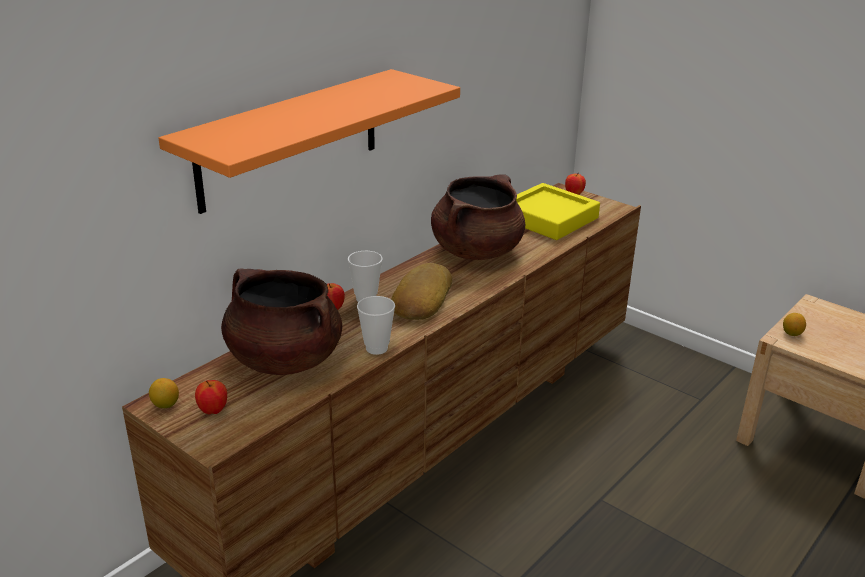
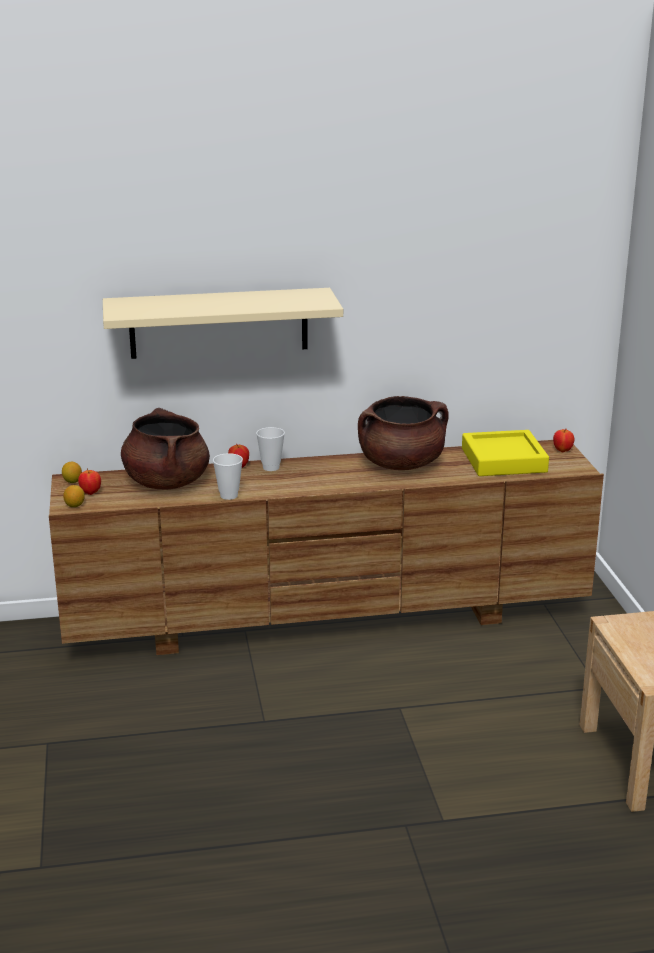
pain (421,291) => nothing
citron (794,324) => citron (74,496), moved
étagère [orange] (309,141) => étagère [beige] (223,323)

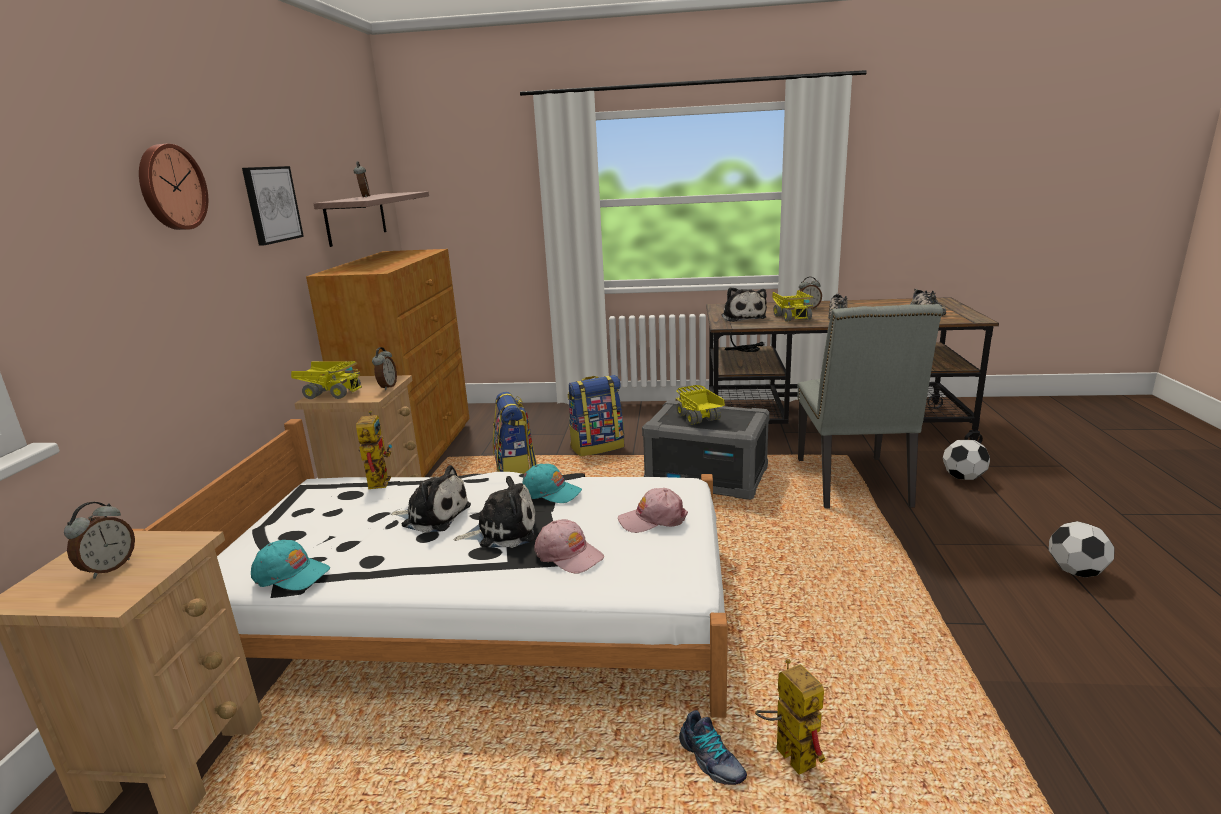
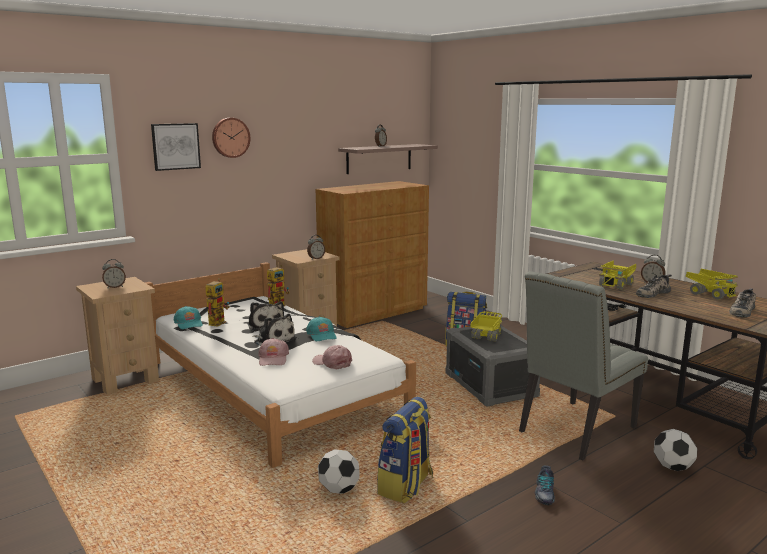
peluche (744,304) => nothing
tableau (273,206) => tableau (176,147), moved
camion jouet (327,379) => camion jouet (711,284), moved
sac à dos (515,433) => sac à dos (405,450), moved
chaussure (713,747) => chaussure (545,485), moved
robot jouet (790,717) => robot jouet (217,303), moved
ballon de foot (1082,549) => ballon de foot (339,471), moved

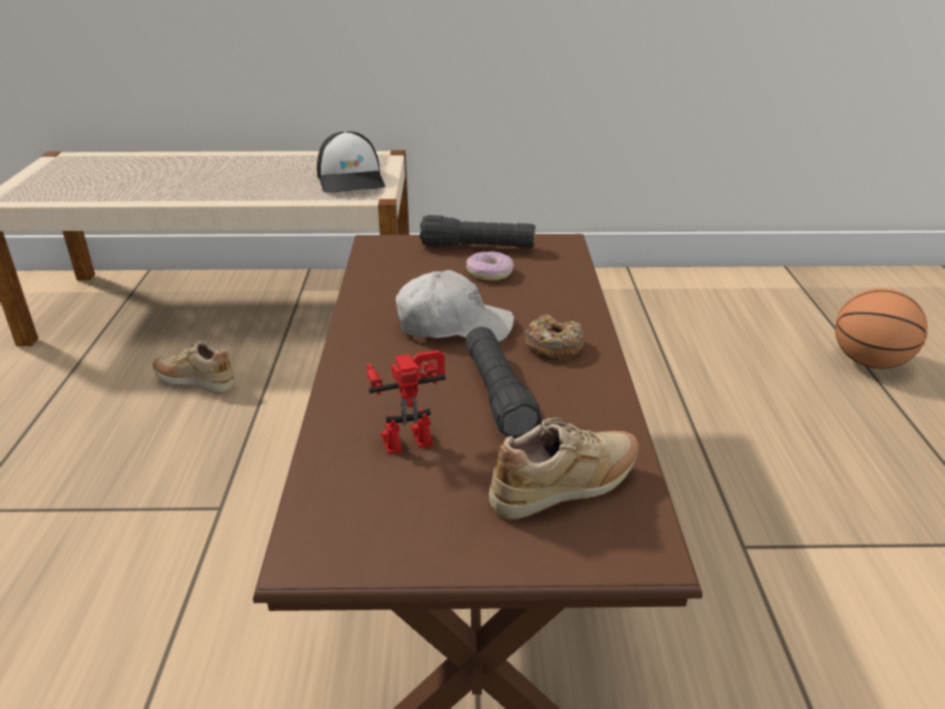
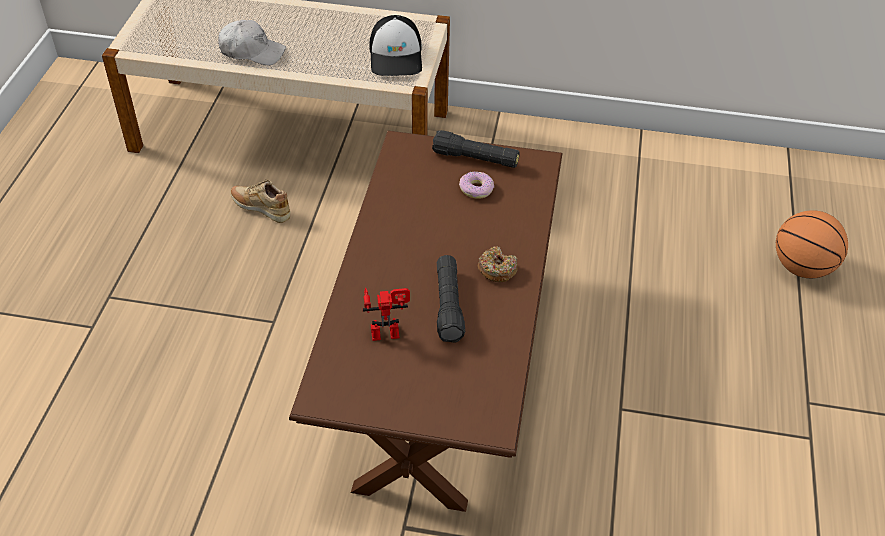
chaussure [beige] (564,469) => nothing
casquette [blanc] (455,306) => casquette [blanc] (252,42), moved

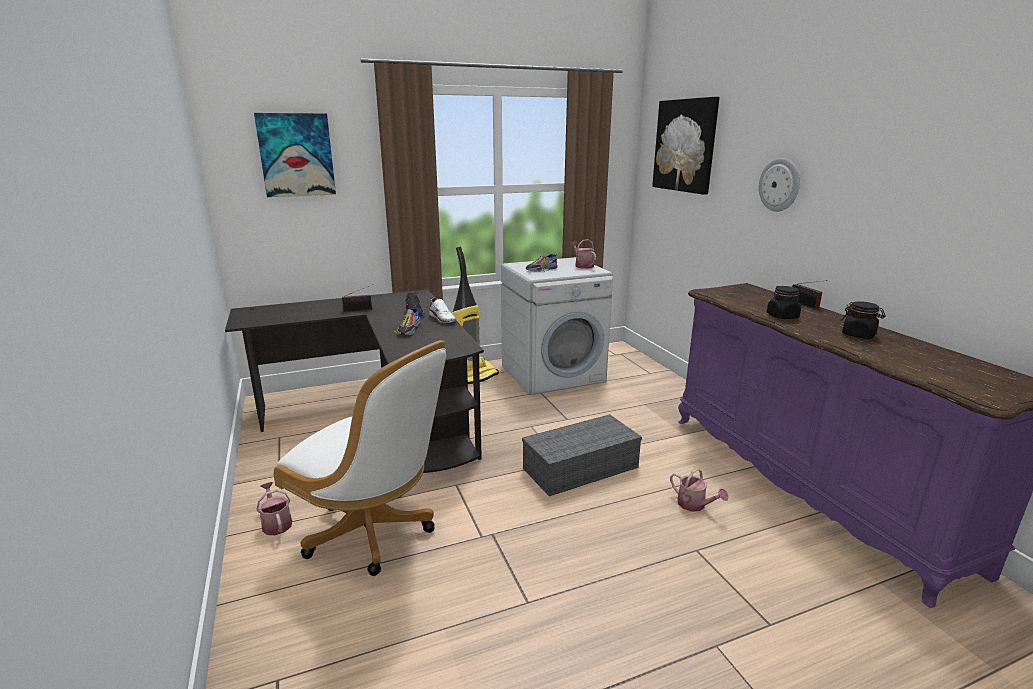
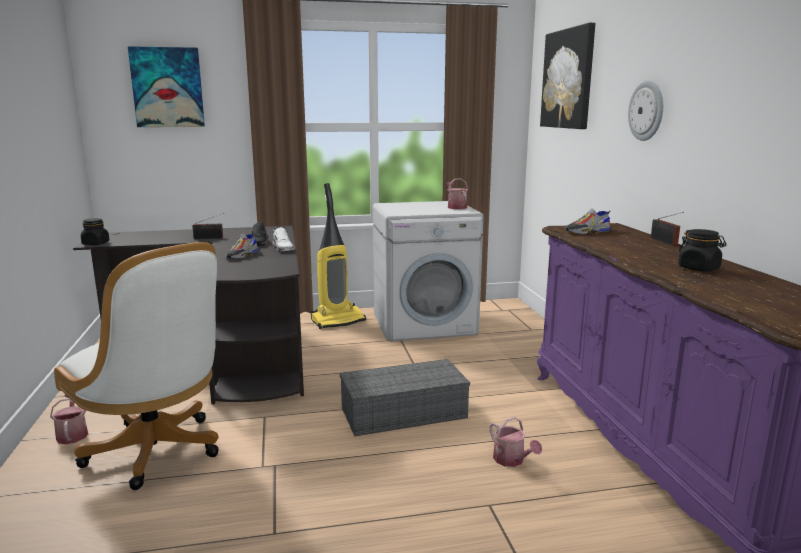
chaussure (542,262) => chaussure (588,222), moved
bocal [noir] (784,302) => bocal [noir] (95,231), moved

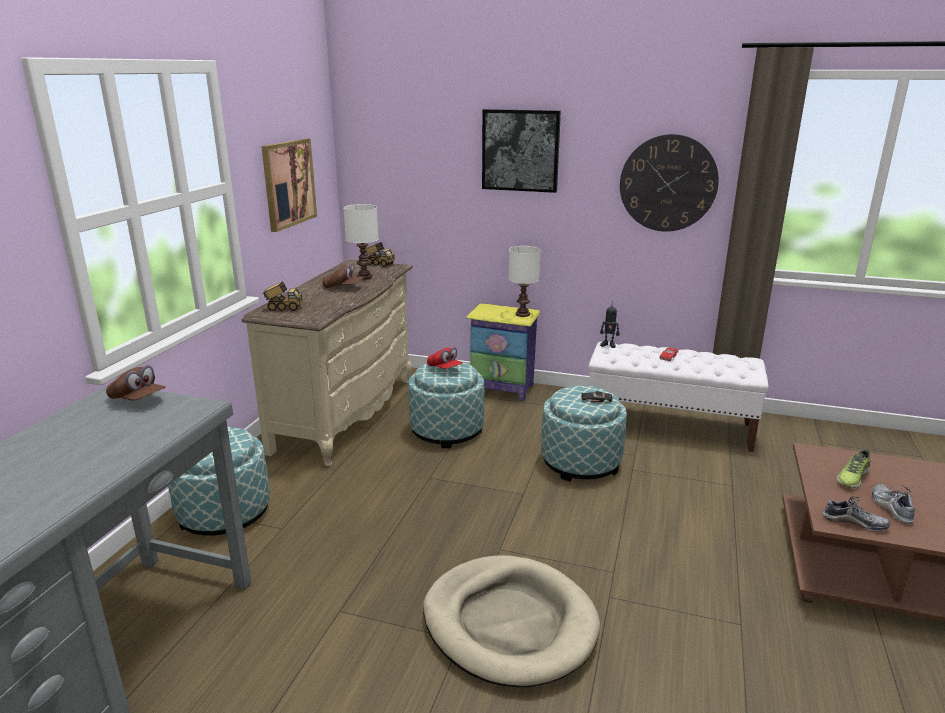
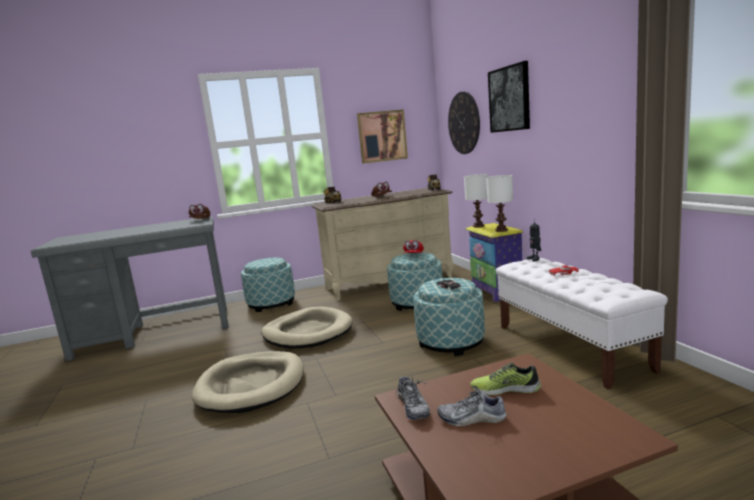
nothing => panier pour chien [beige] (307,327)
lampe de table [blanc] (361,242) => lampe de table [blanc] (476,200), moved
horloge murale (669,183) => horloge murale (464,122), moved
chaussure (893,504) => chaussure (471,406), 135 degrees counterclockwise

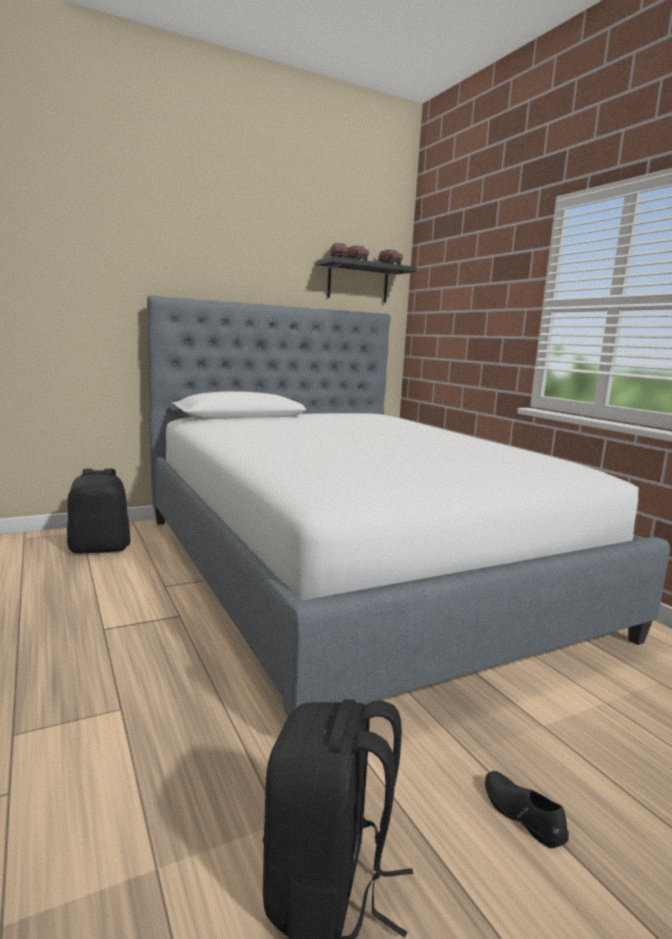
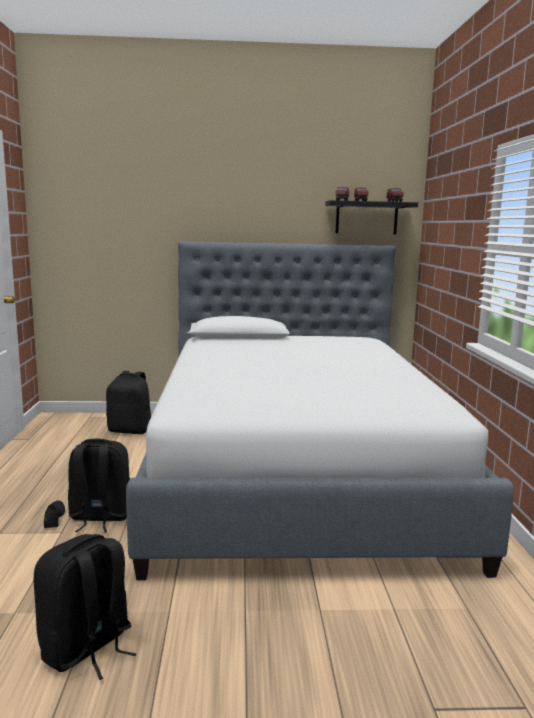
nothing => sac à dos [noir] (99,486)
chaussure [noir] (526,809) => chaussure [noir] (54,514), moved

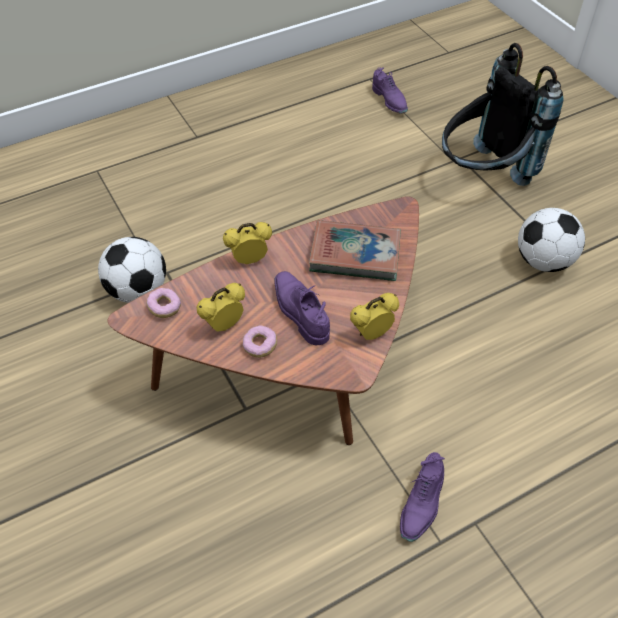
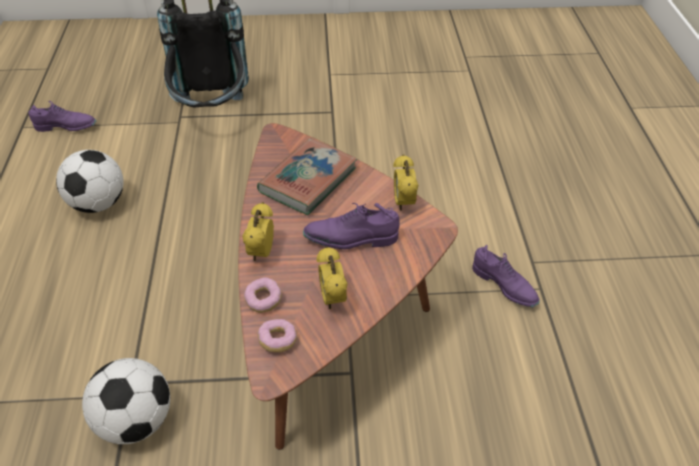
beignet (260,342) => beignet (263,295), moved
ballon de foot (551,240) => ballon de foot (90,181), moved

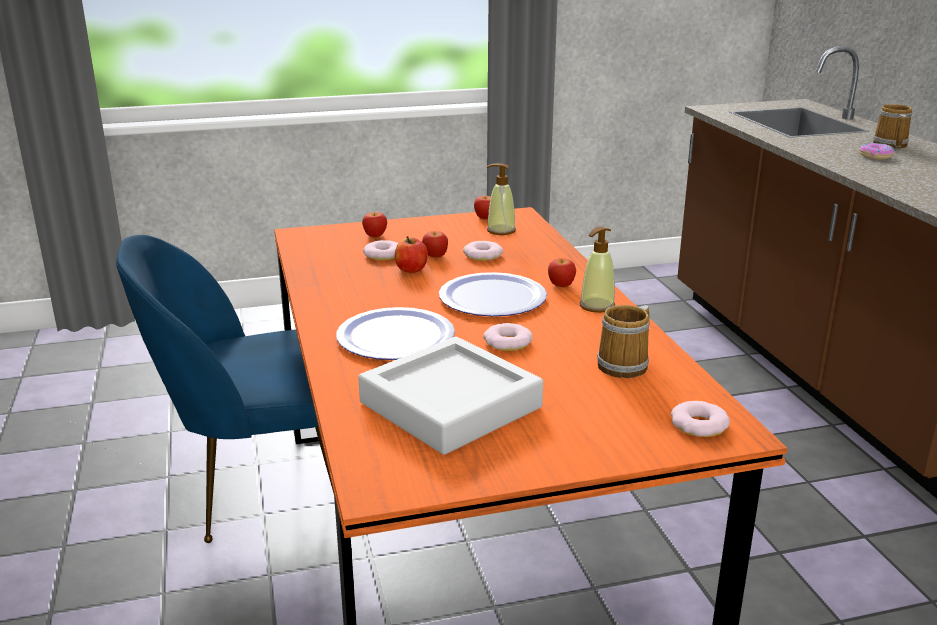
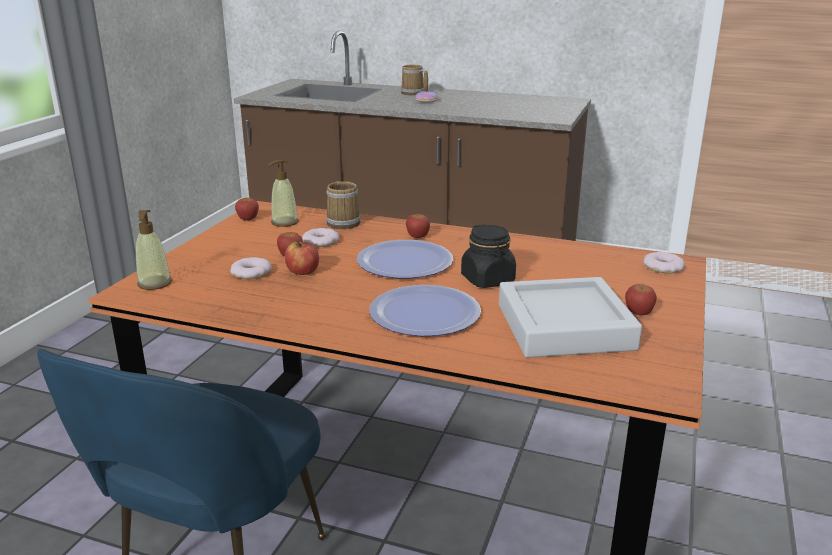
pomme (374,224) => pomme (641,299), moved
distributeur de savon (597,269) => distributeur de savon (154,250), moved
mug (623,341) => mug (343,205), moved
beignet (508,337) => bocal [noir] (488,256)

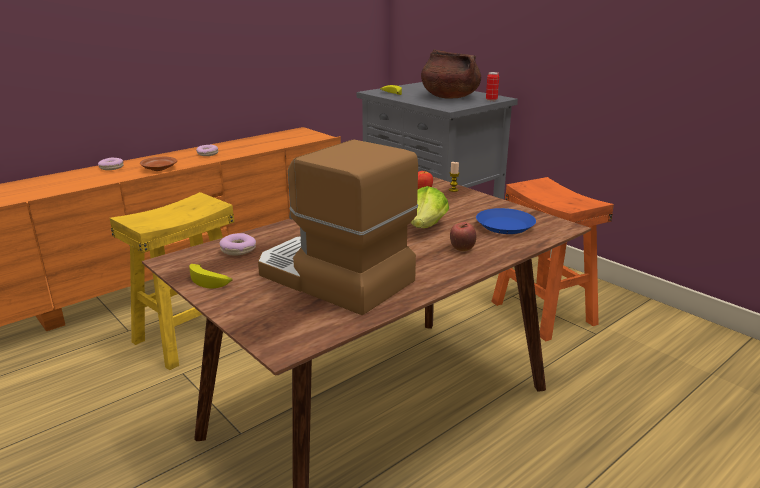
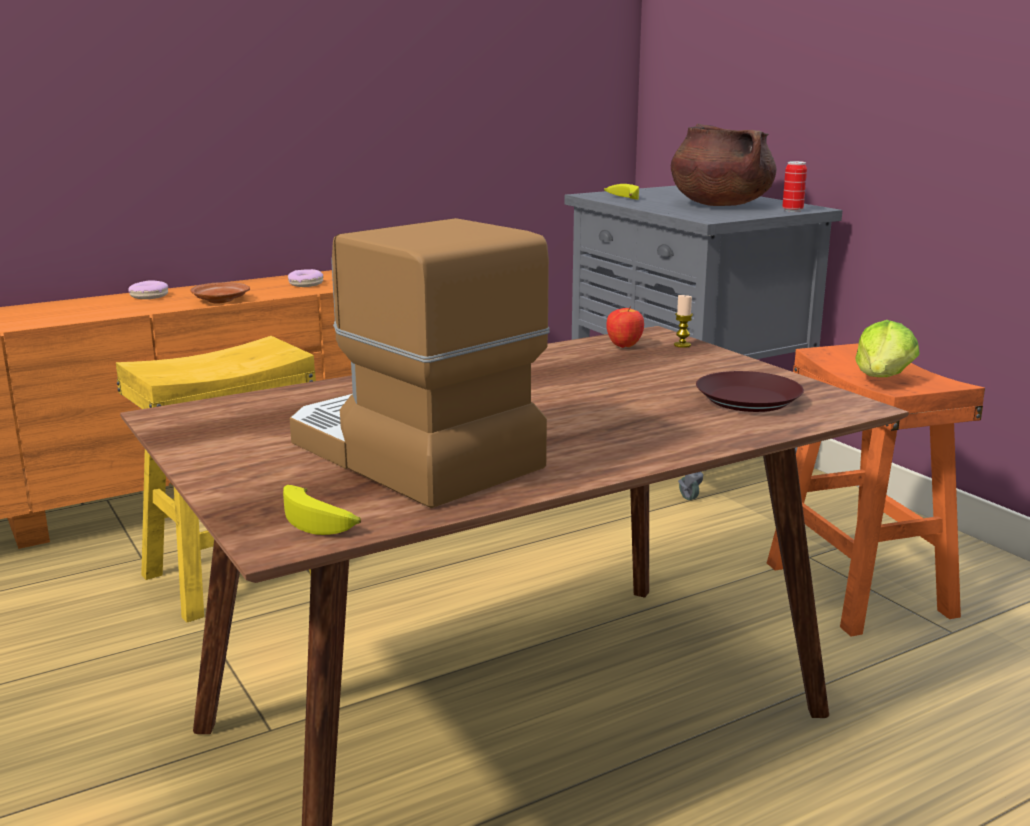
beignet (237,244) => nothing
pomme (463,236) => nothing
banane (211,276) => banane (322,510), moved
laitue (430,207) => laitue (887,348), moved
assiette [bleu] (506,221) => assiette [marron] (750,391)

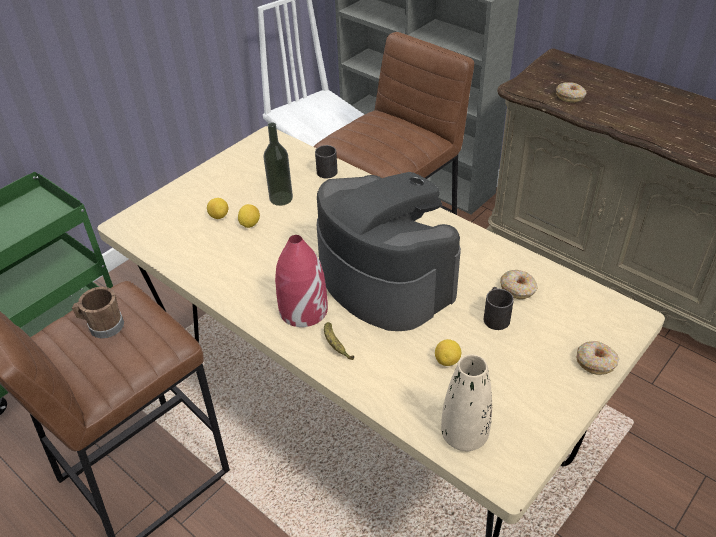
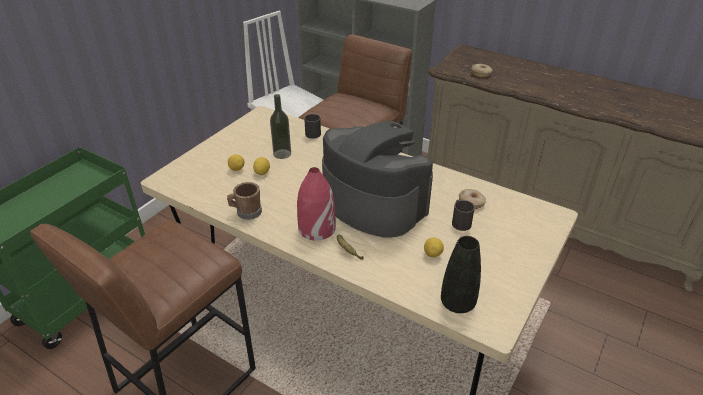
beignet (598,358) => nothing
mug [marron] (98,313) => mug [marron] (244,201), moved
vase [beige] (466,402) => vase [noir] (461,274)

